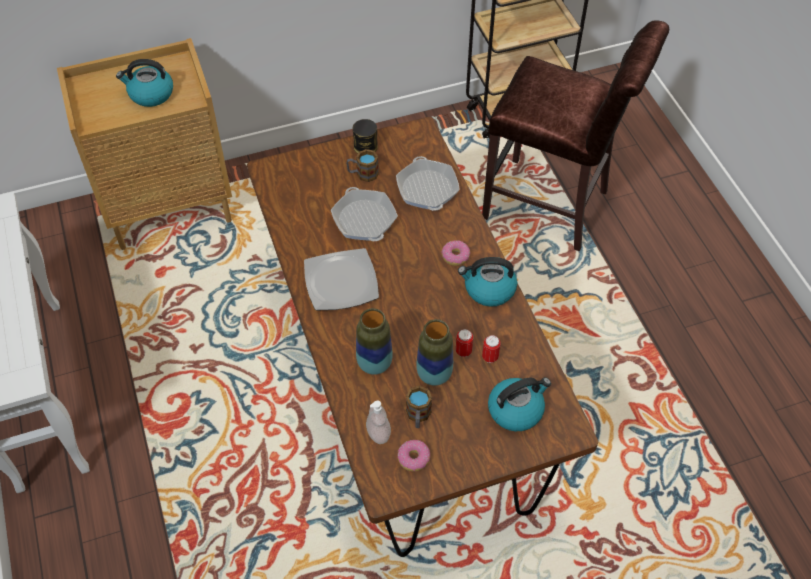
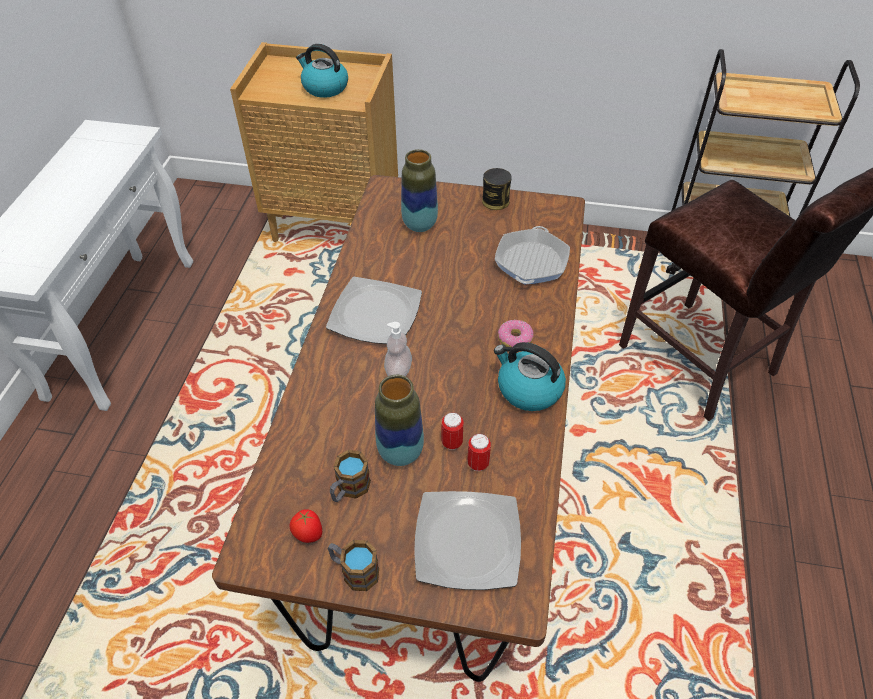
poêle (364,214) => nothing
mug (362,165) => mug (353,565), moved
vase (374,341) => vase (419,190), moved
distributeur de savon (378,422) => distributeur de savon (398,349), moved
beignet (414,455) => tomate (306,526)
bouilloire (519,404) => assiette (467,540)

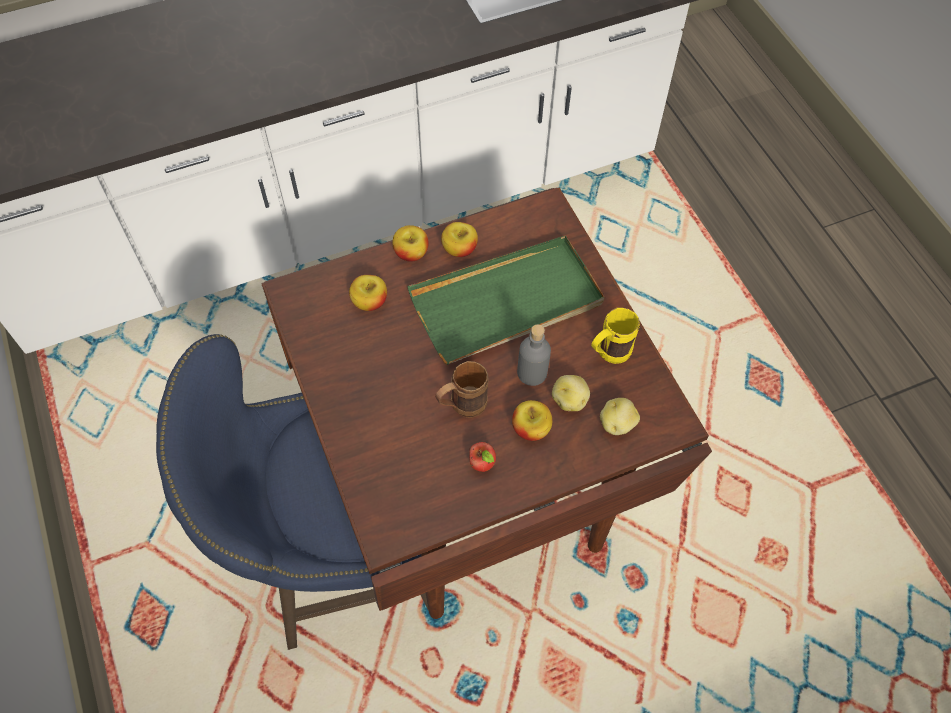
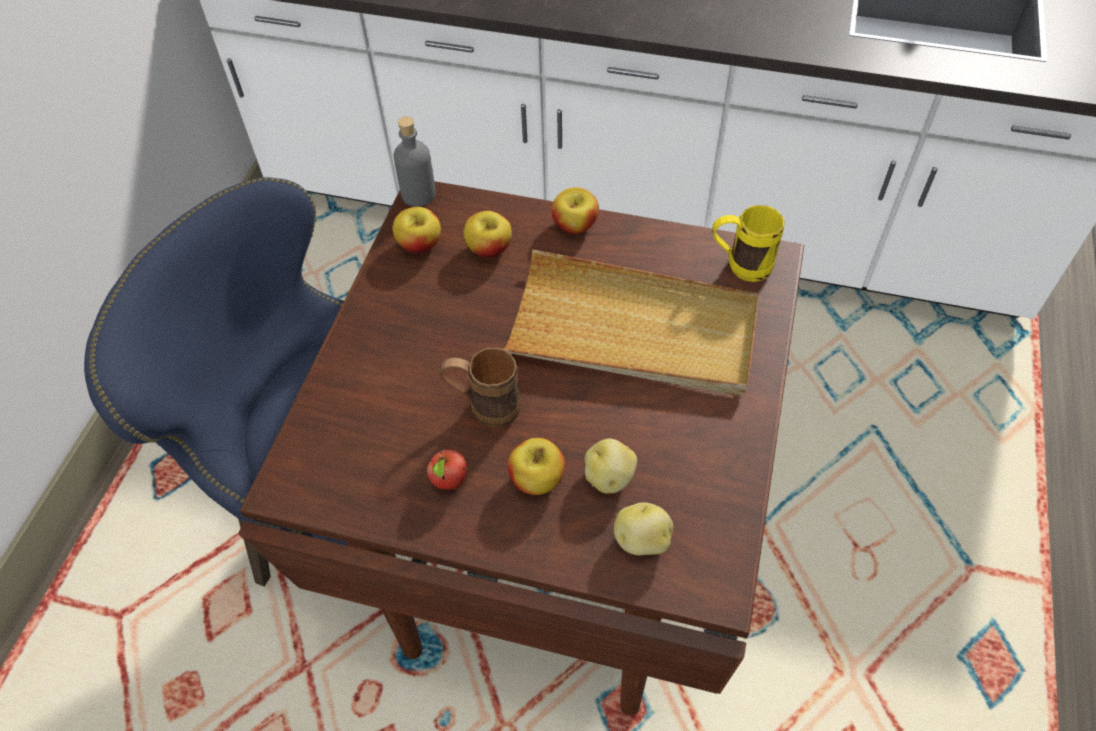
pomme (459,239) => pomme (417,230), moved
bouteille [gris] (534,355) => bouteille [gris] (414,161), moved
mug [jaune] (615,336) => mug [jaune] (749,243), moved
plateau [vert] (505,300) => plateau [beige] (630,322)

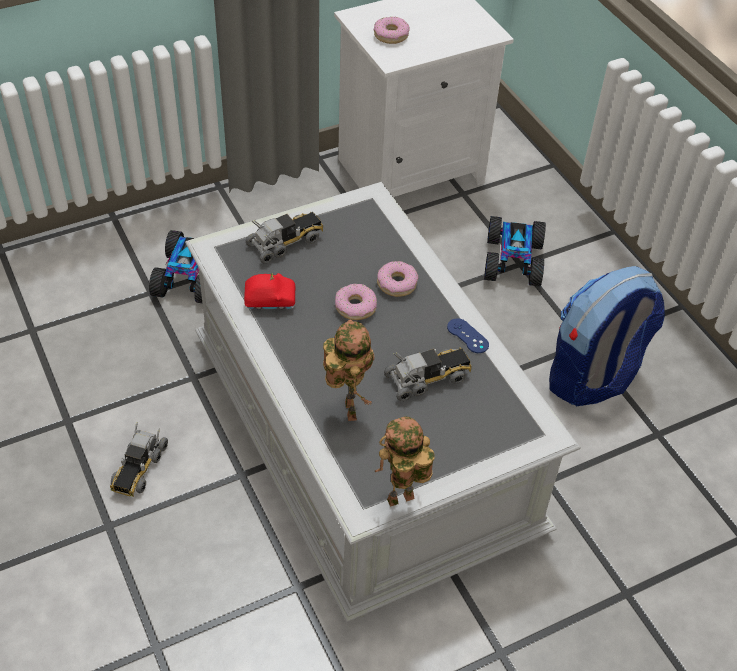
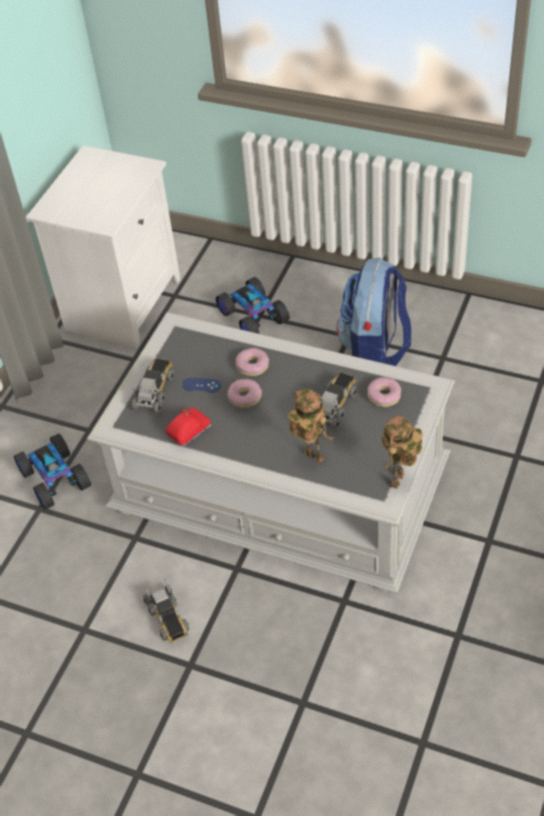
beignet (392,30) => beignet (384,392), moved
manette [bleu] (468,335) => manette [bleu] (201,385), moved

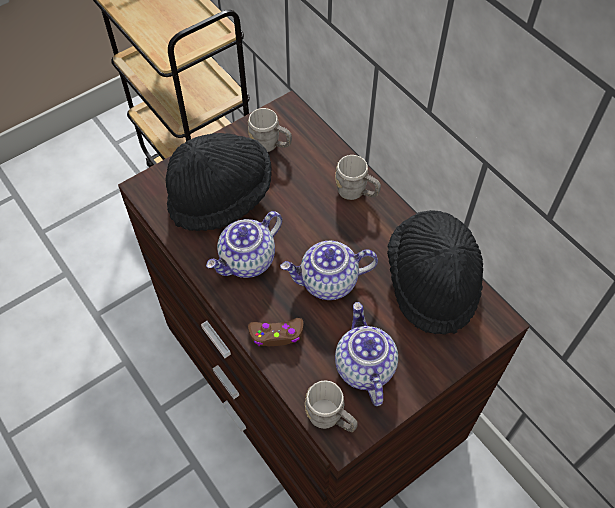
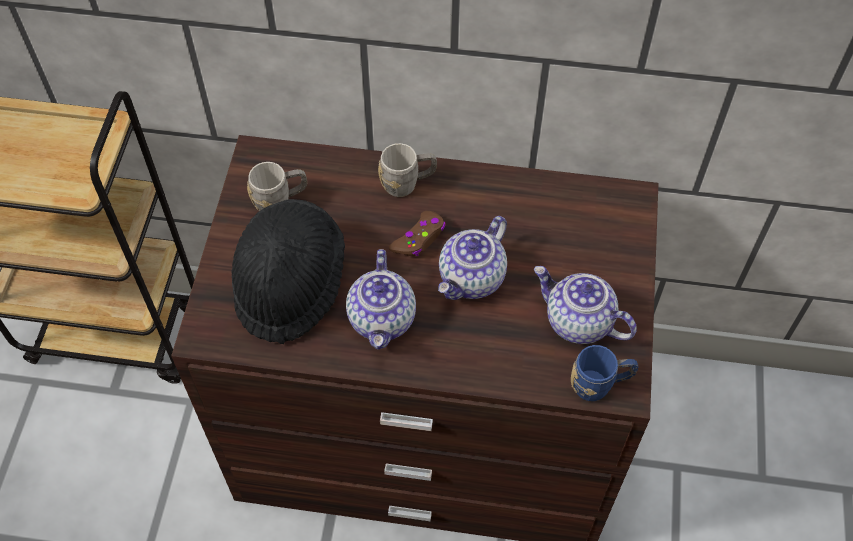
chapeau [noir] (435,272) => nothing
manette [marron] (275,332) => manette [marron] (417,234), moved
mug [gris] (331,406) => mug [bleu] (604,373)

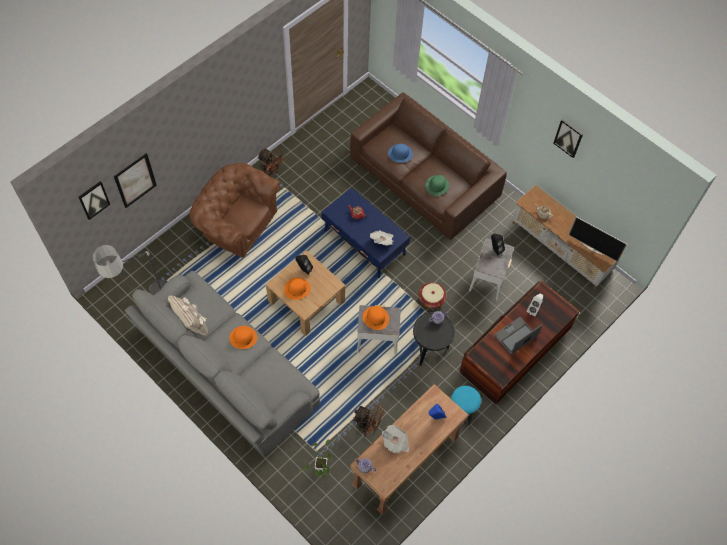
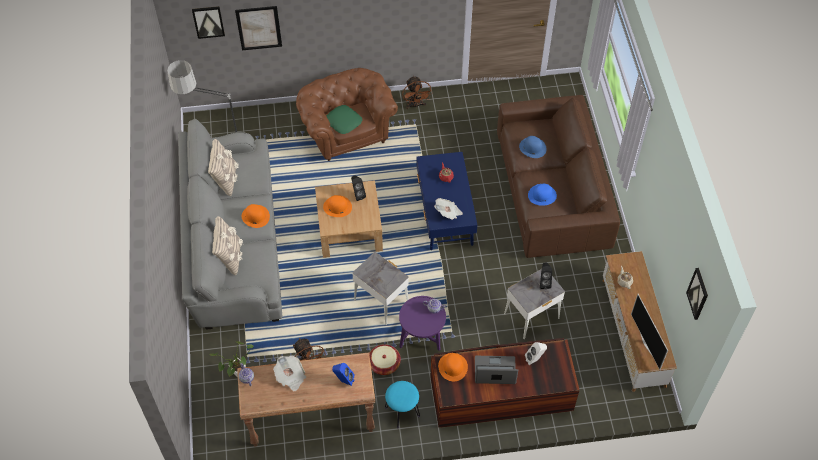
nothing => coussin [beige] (227,245)
nothing => coussin [vert] (344,119)
chapeau [orange] (376,318) => chapeau [orange] (453,367), moved
panier (432,295) => panier (385,359), moved
tableau (568,138) => tableau (697,294), moved
table d'appoint [noir] (434,339) => table d'appoint [violet] (422,323)
chapeau [vert] (437,185) => chapeau [bleu] (542,195)

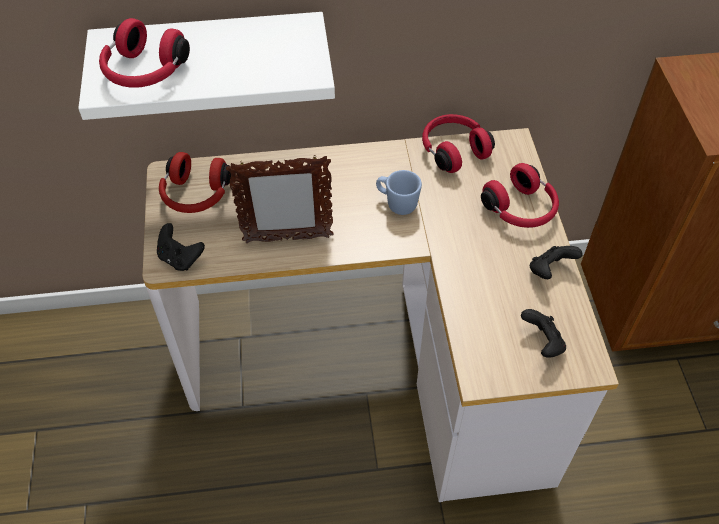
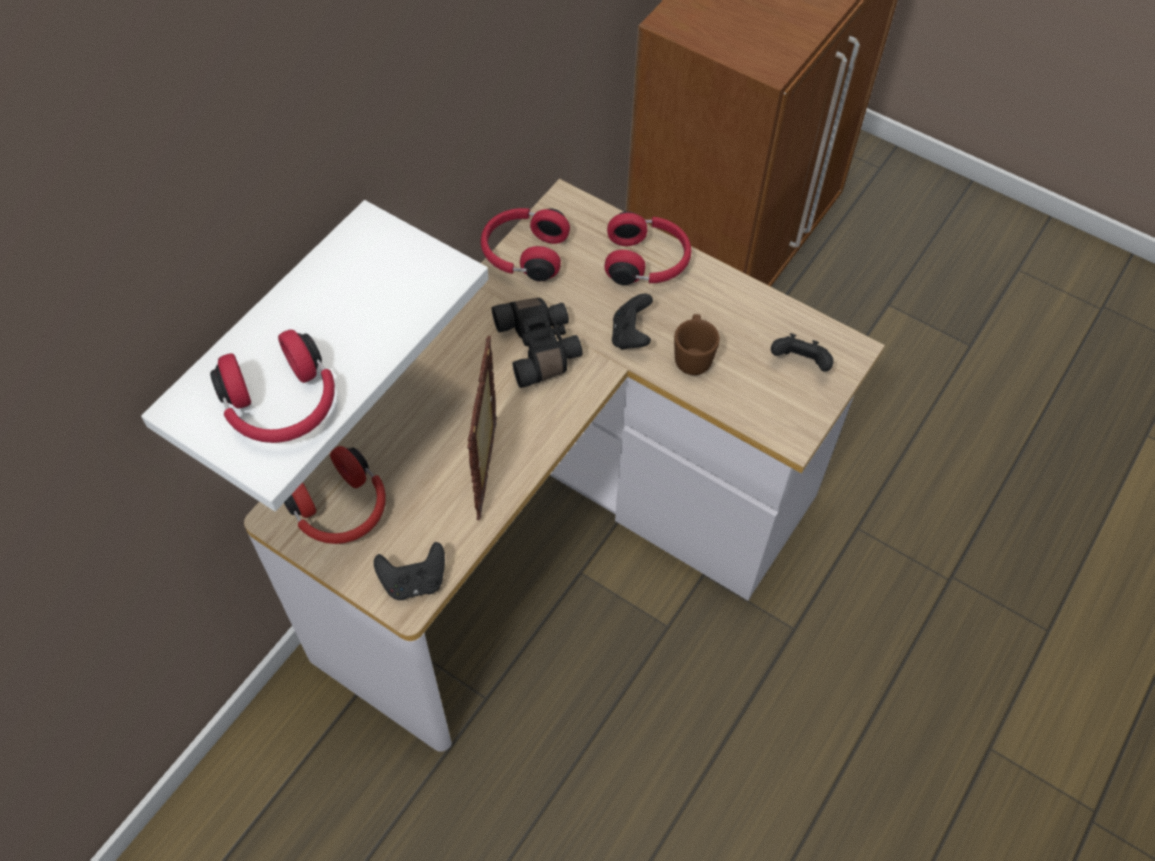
nothing => mug [marron] (697,344)
manette [noir] (556,262) => manette [noir] (632,321), moved
mug [bleu] (399,192) => jumelles [noir] (537,343)
cadre photo (280,199) => cadre photo (482,428), 150 degrees clockwise

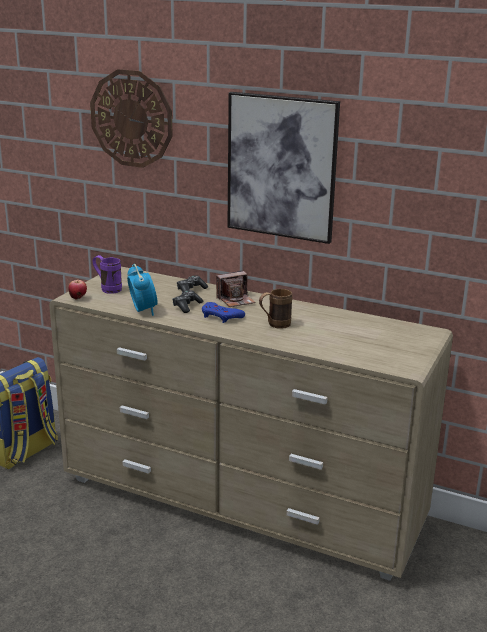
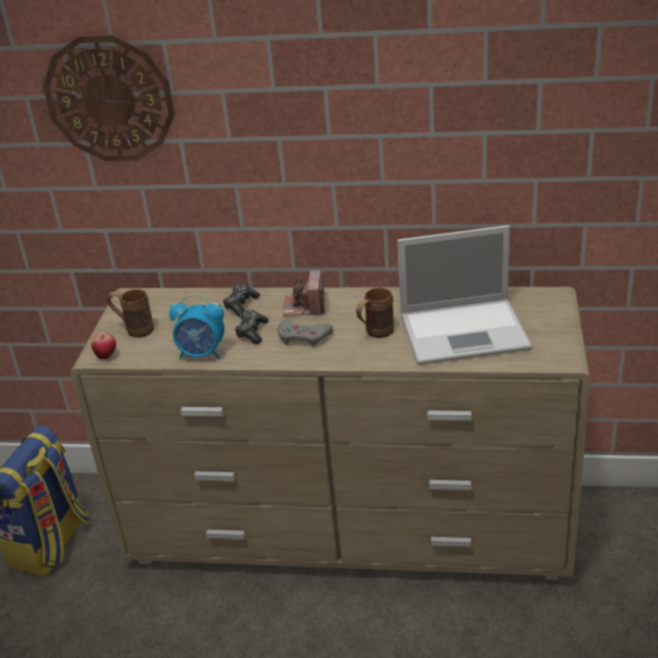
tableau (283,168) => nothing
nothing => ordinateur portable (464,295)
mug [violet] (107,274) => mug [marron] (130,313)
manette [bleu] (223,312) => manette [gris] (305,333)
réveil (142,290) => réveil (197,326), 135 degrees clockwise
appareil photo (235,288) => appareil photo (304,293), 135 degrees clockwise

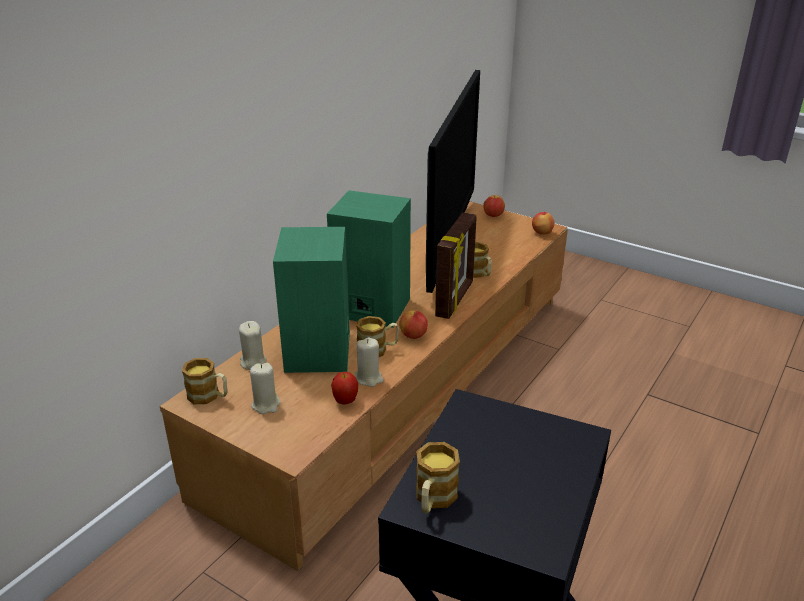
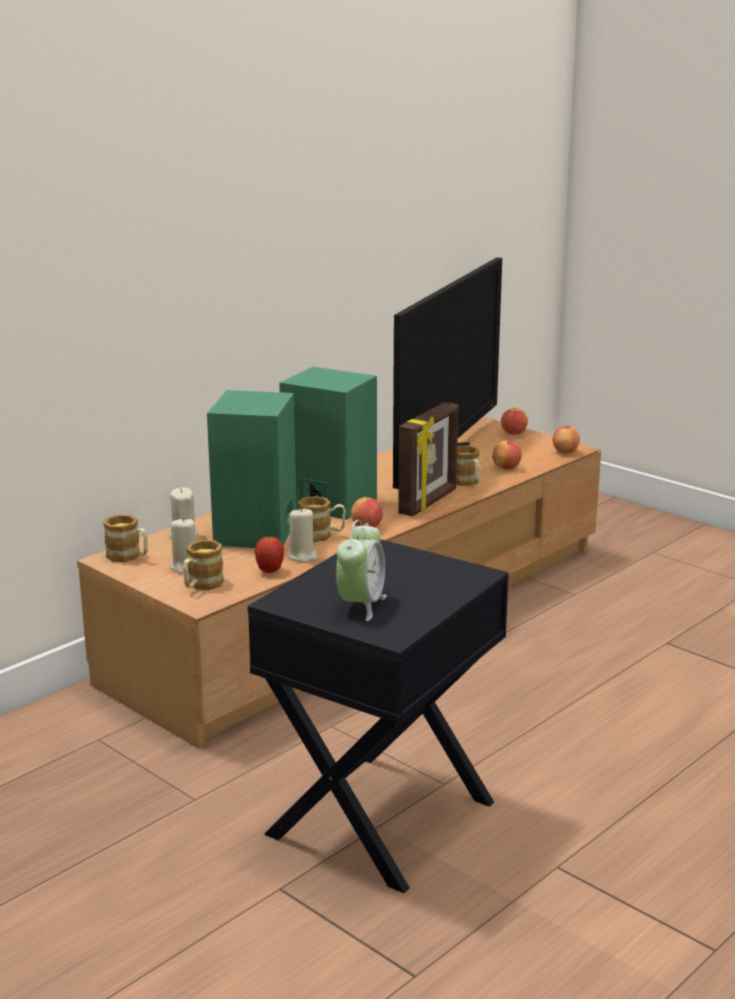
nothing => réveil (361,570)
nothing => pomme (507,454)
mug (438,477) => mug (203,565), moved

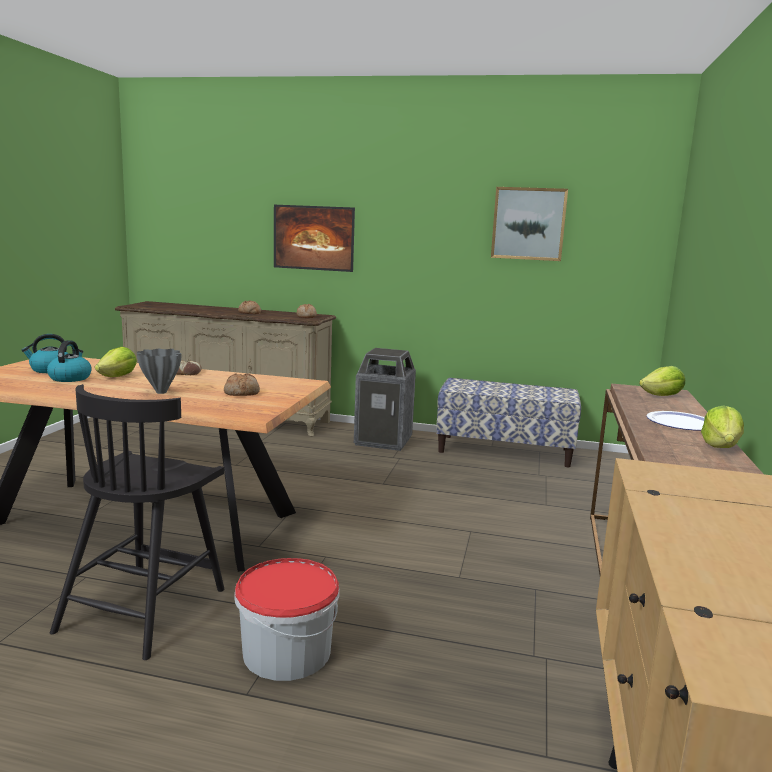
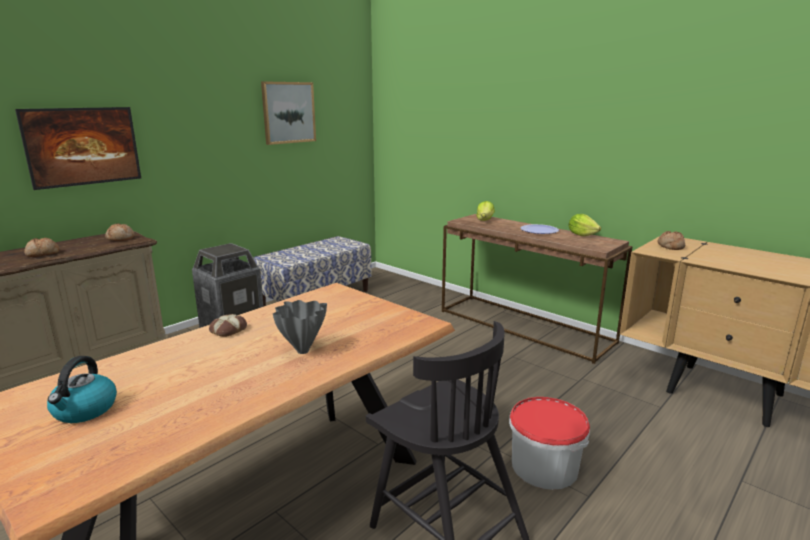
bouilloire (69,361) => nothing
laitue (116,362) => nothing
pain (242,384) => pain (671,240), moved

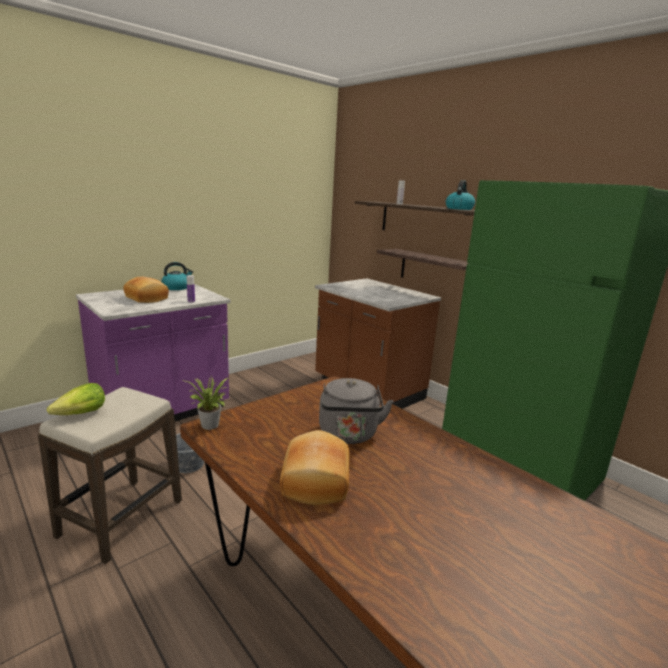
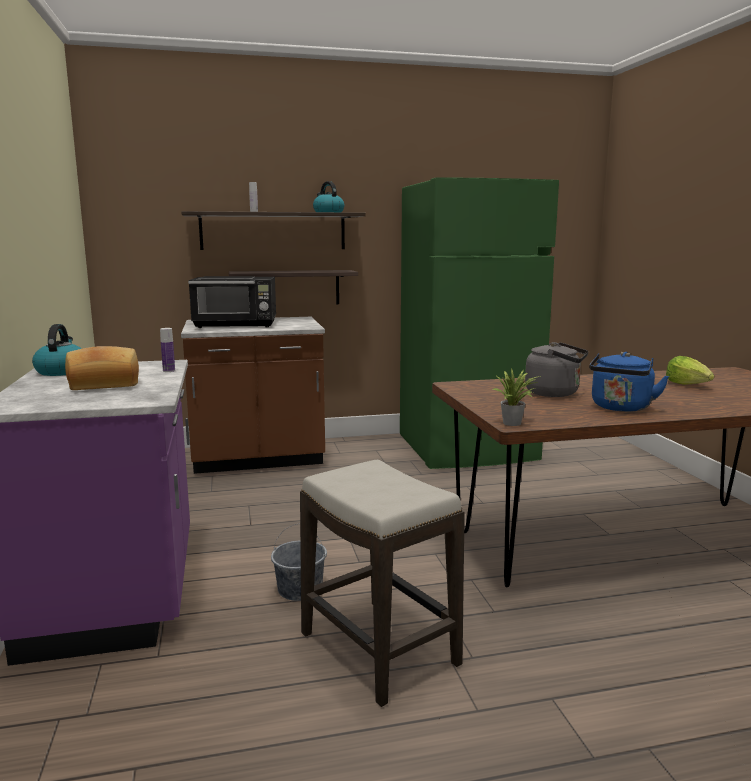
nothing => micro-ondes [noir] (232,302)
laitue (76,399) => laitue (690,370), moved
pain (314,467) => bouilloire [bleu] (629,382)

